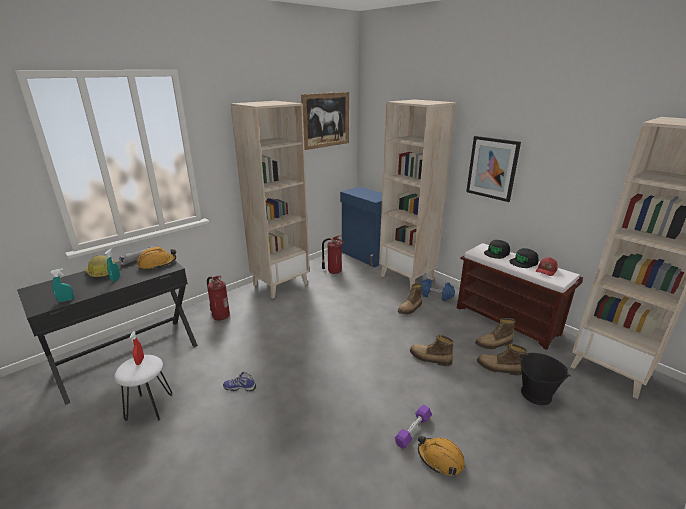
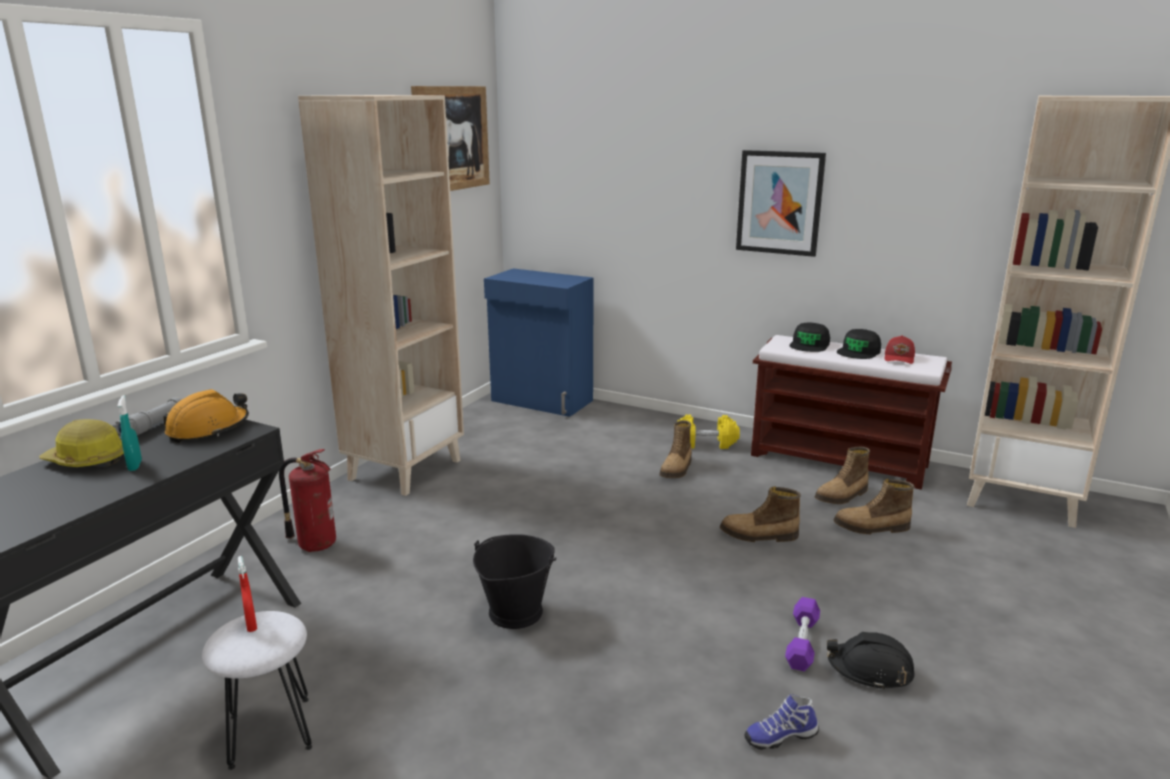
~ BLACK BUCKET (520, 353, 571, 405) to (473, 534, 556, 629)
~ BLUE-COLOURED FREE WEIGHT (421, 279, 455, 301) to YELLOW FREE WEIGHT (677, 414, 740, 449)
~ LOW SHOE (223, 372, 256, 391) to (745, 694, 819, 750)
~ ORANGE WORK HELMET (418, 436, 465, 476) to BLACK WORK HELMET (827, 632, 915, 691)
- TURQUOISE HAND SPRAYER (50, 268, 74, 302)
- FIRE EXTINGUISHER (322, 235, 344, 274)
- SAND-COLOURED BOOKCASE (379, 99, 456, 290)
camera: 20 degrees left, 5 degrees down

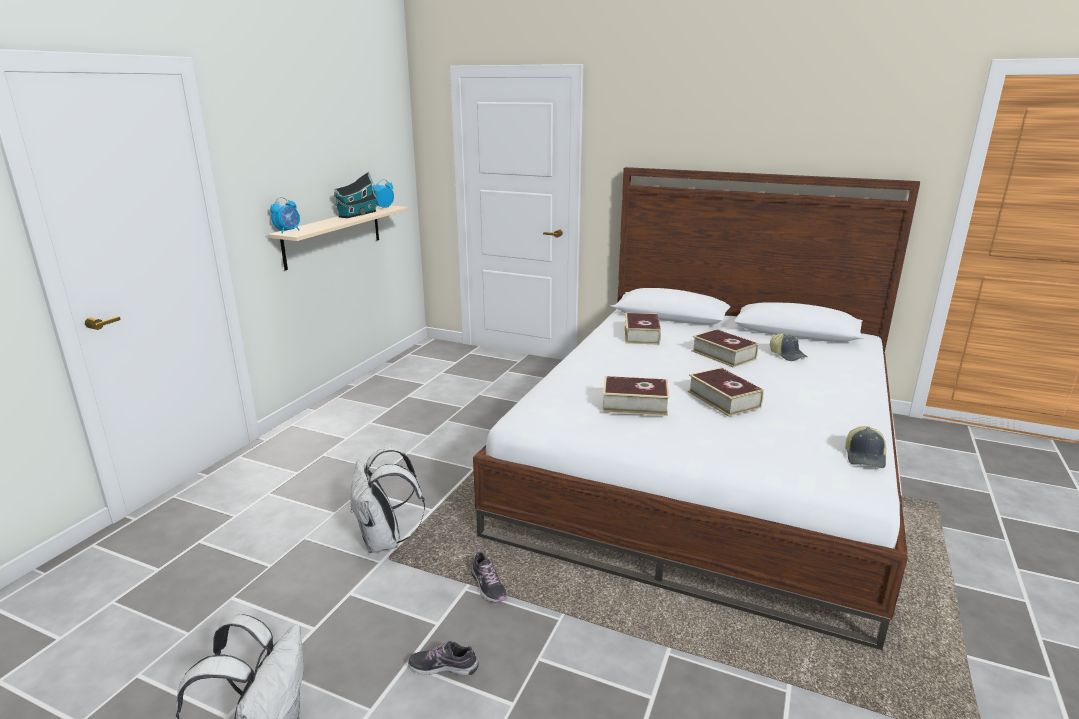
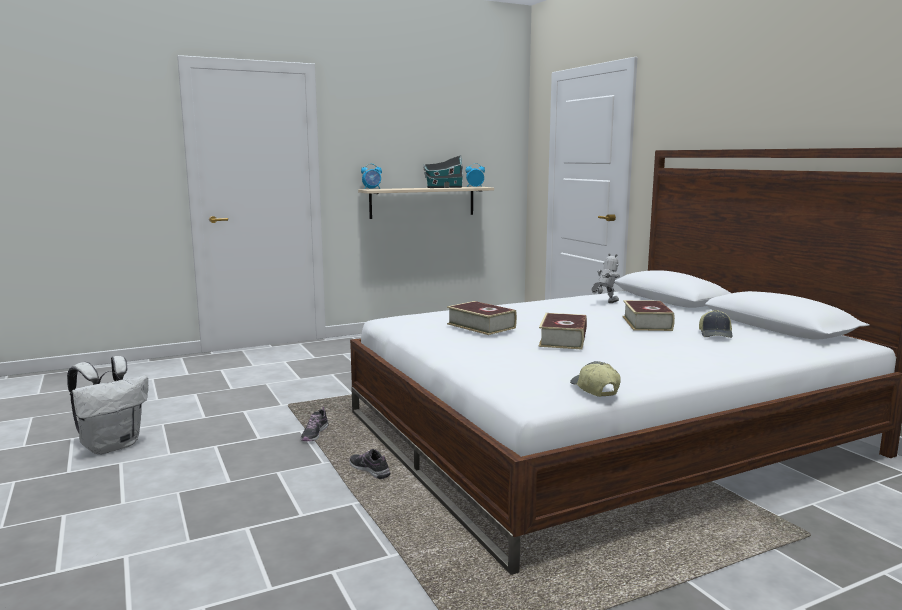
~ LOW SHOE (408, 641, 479, 675) to (349, 449, 390, 479)
~ BASEBALL CAP (845, 426, 886, 468) = (570, 361, 621, 397) 105 degrees clockwise
~ BOUND BOOK (625, 312, 661, 345) to ROBOT FIGURE (591, 253, 620, 303)
- WHITE-COLOURED BACKPACK (350, 447, 425, 553)
camera: 40 degrees right, 10 degrees down

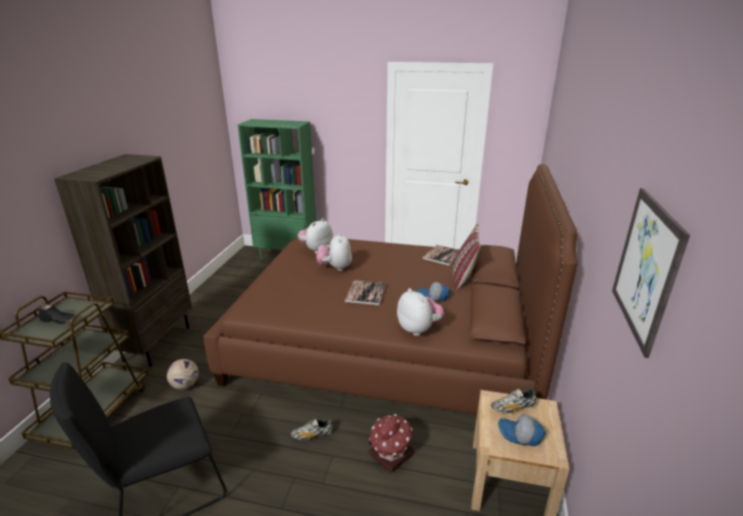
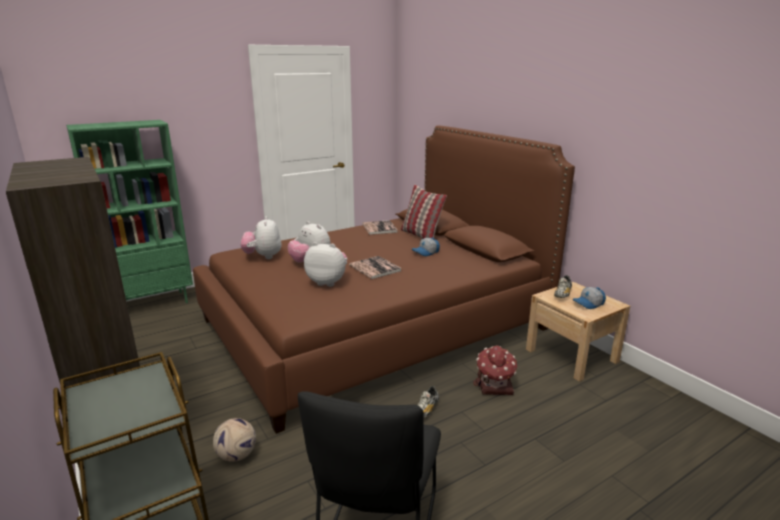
~ PLUSH TOY (397, 288, 444, 336) to (304, 242, 347, 287)
- BLACK LOW SHOE (38, 304, 77, 324)
- WALL PICTURE (612, 188, 690, 358)
camera: 45 degrees left, 5 degrees down

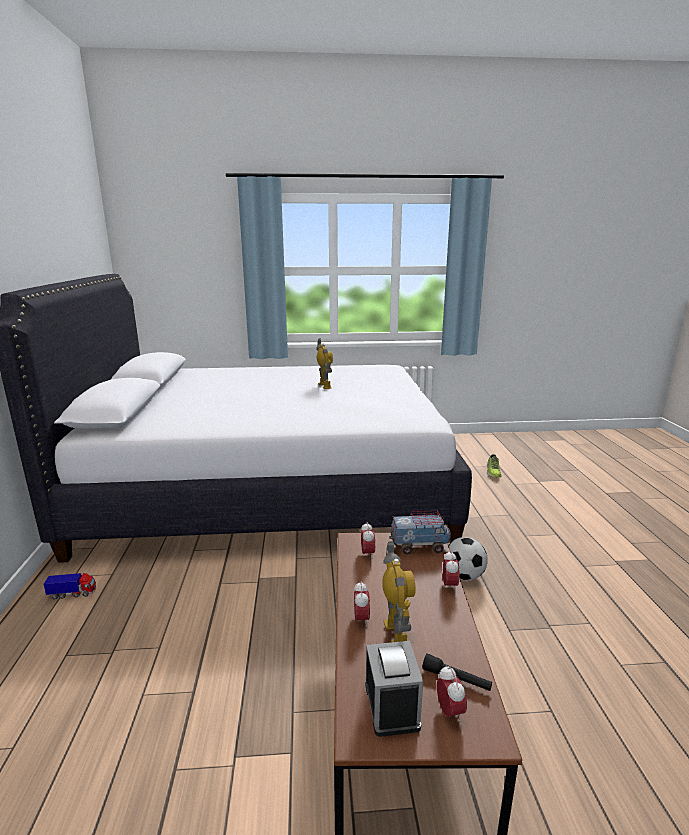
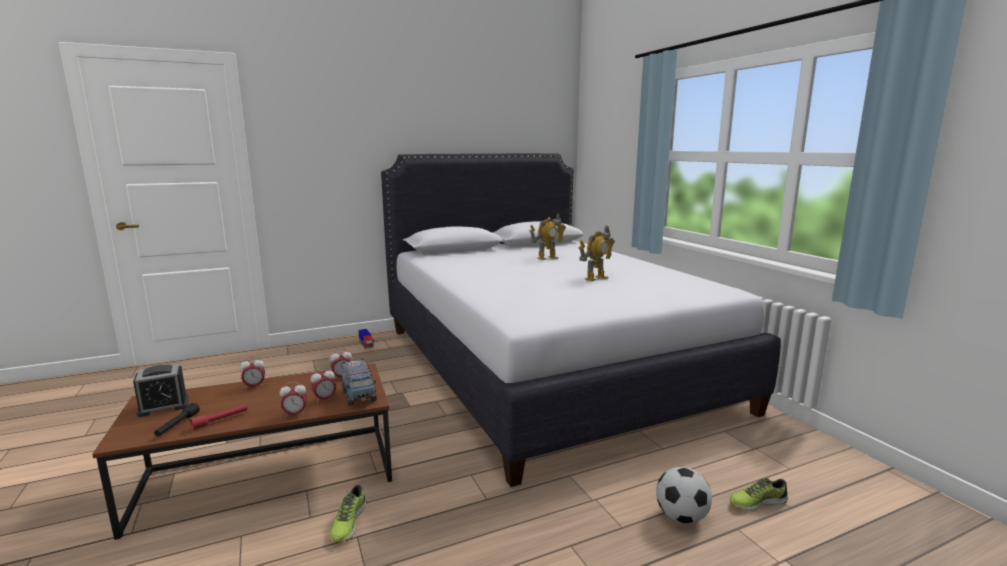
+ RED-COLOURED FLASHLIGHT (190, 404, 247, 430)
~ BEDSIDE CLOCK (437, 665, 467, 722) to (311, 368, 336, 403)
+ LOW SHOE (329, 485, 366, 542)
~ ROBOT FIGURE (382, 541, 416, 642) to (529, 214, 566, 260)
~ BALL FOR FOOTBALL (448, 537, 488, 580) to (656, 467, 712, 524)
camera: 70 degrees right, 5 degrees down

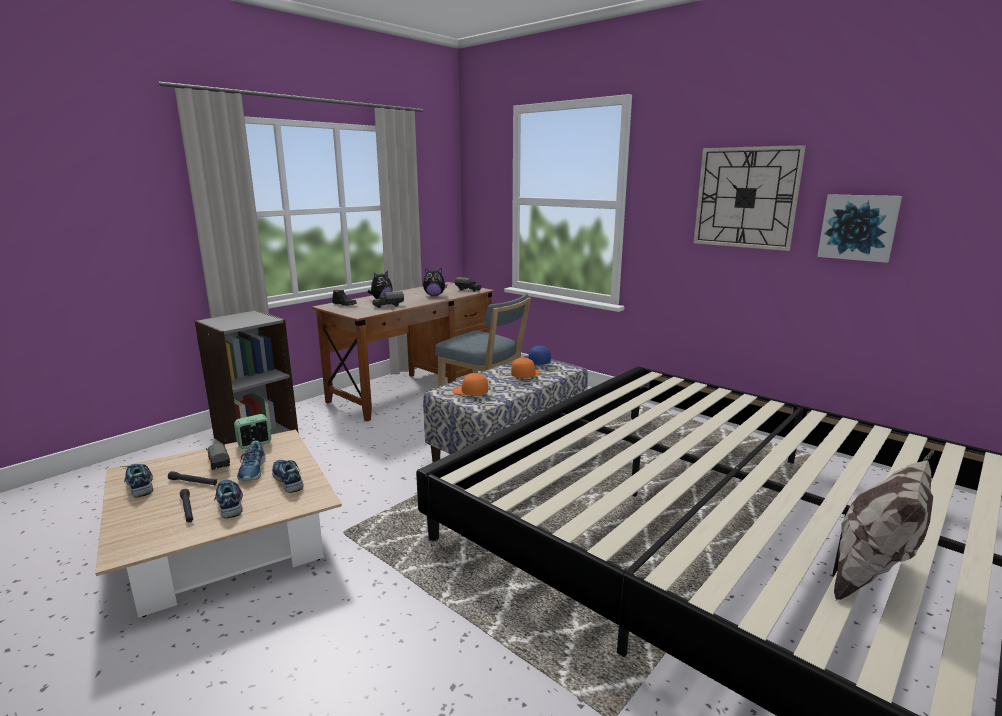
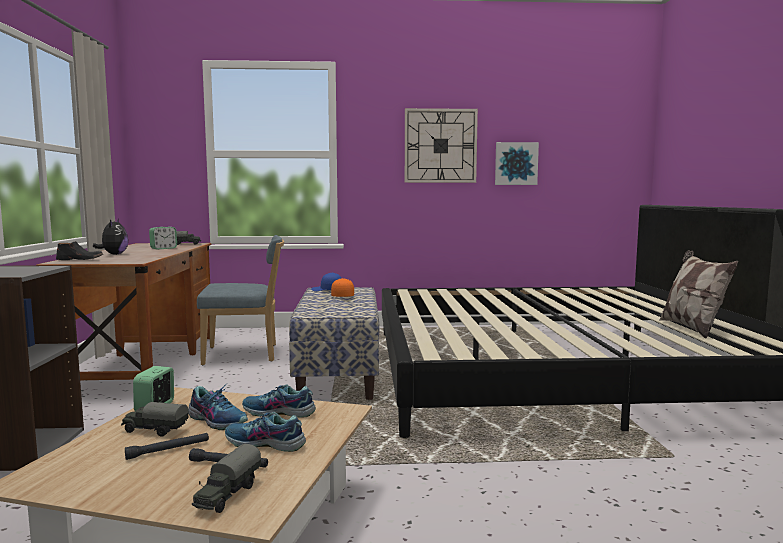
~ PLUSH TOY (423, 268, 447, 296) to BEDSIDE CLOCK (149, 227, 177, 249)
~ TOY TRUCK (372, 291, 404, 308) to (192, 444, 261, 513)
- LOW SHOE (120, 464, 153, 498)
- ORANGE BASEBALL CAP (452, 373, 488, 396)
camera: 45 degrees left, 10 degrees down

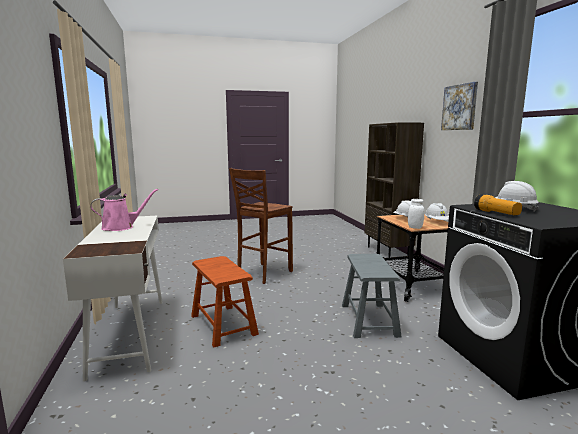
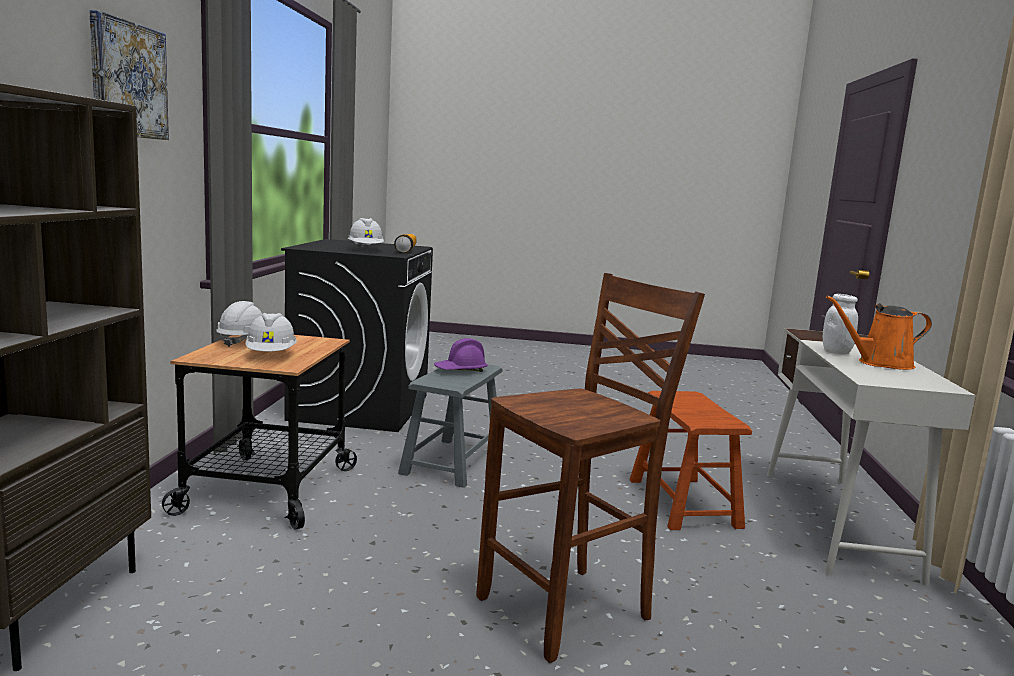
+ PURPLISH WORK HELMET (434, 338, 488, 372)
~ WHITE-COLOURED JAR (408, 199, 425, 229) to (823, 294, 858, 355)
~ PINK-COLOURED WATERING POT (90, 189, 158, 231) to ORANGE WATERING POT (826, 296, 932, 370)
camera: 160 degrees left, 0 degrees up

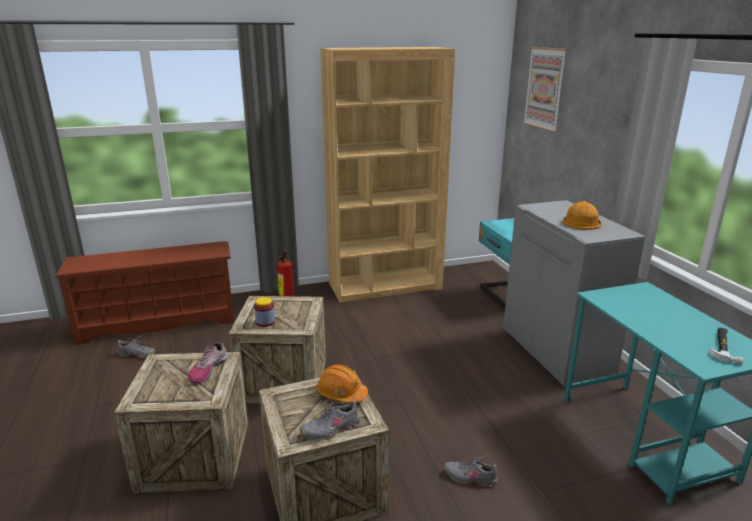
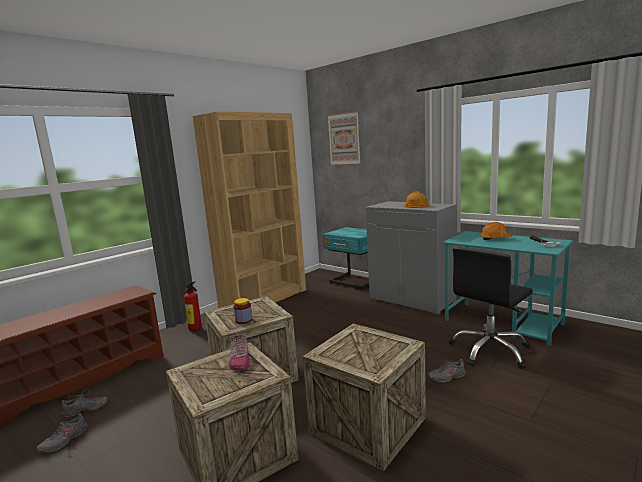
~ GREY LOW SHOE (300, 401, 360, 441) to (36, 413, 88, 453)
+ BLACK DESK CHAIR (449, 247, 533, 369)
~ ORANGE WORK HELMET (316, 364, 368, 403) to (480, 222, 512, 240)
camera: 30 degrees left, 10 degrees down

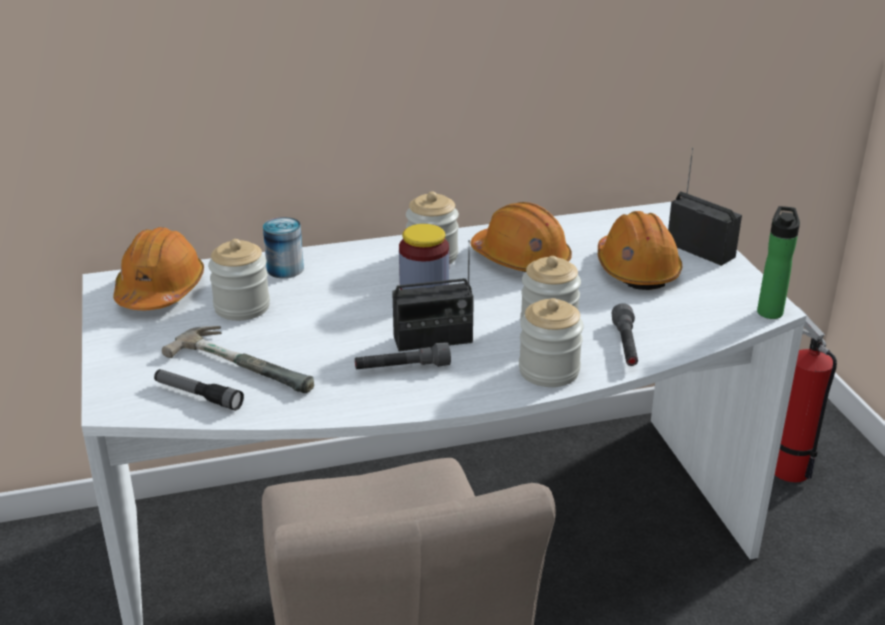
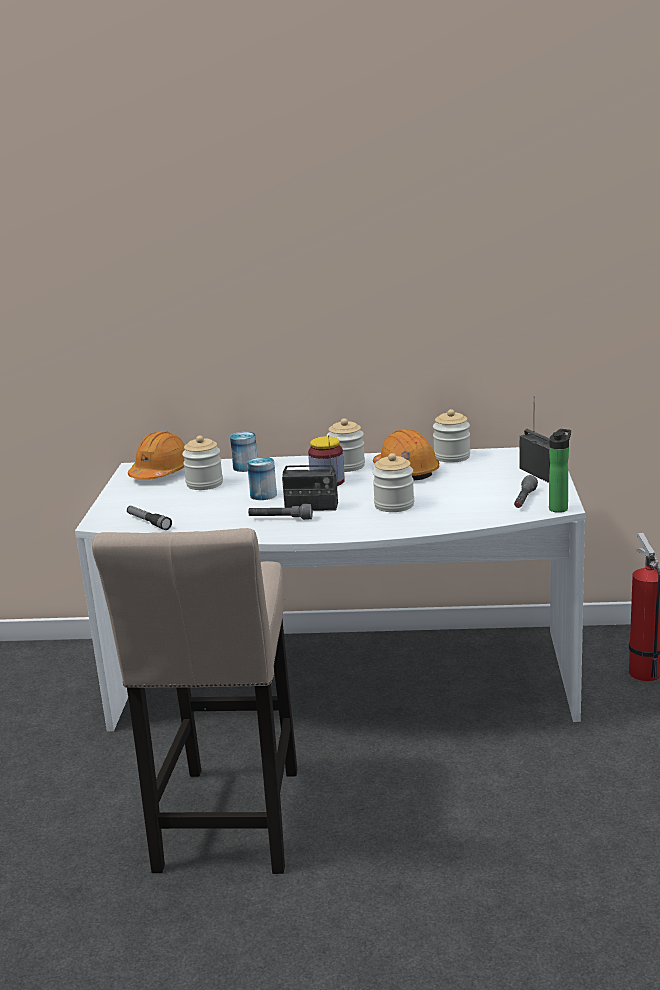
+ CAN (247, 457, 277, 500)
~ JAR (519, 298, 584, 387) to (433, 409, 470, 463)
~ GREY FLASHLIGHT (612, 303, 638, 366) to (514, 475, 538, 508)
- TOOL HAMMER (162, 326, 314, 393)
- ORANGE WORK HELMET (598, 211, 683, 290)
camera: 20 degrees right, 10 degrees down

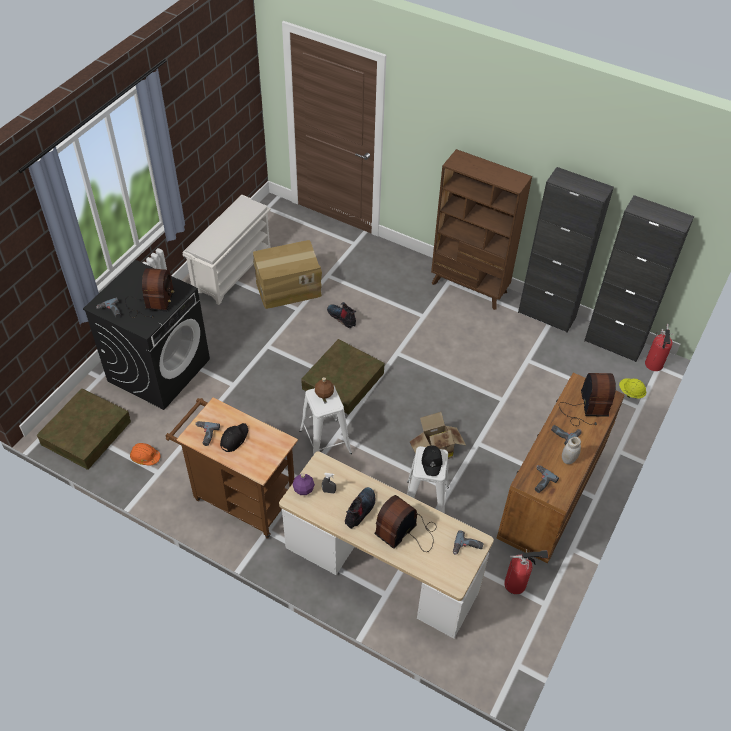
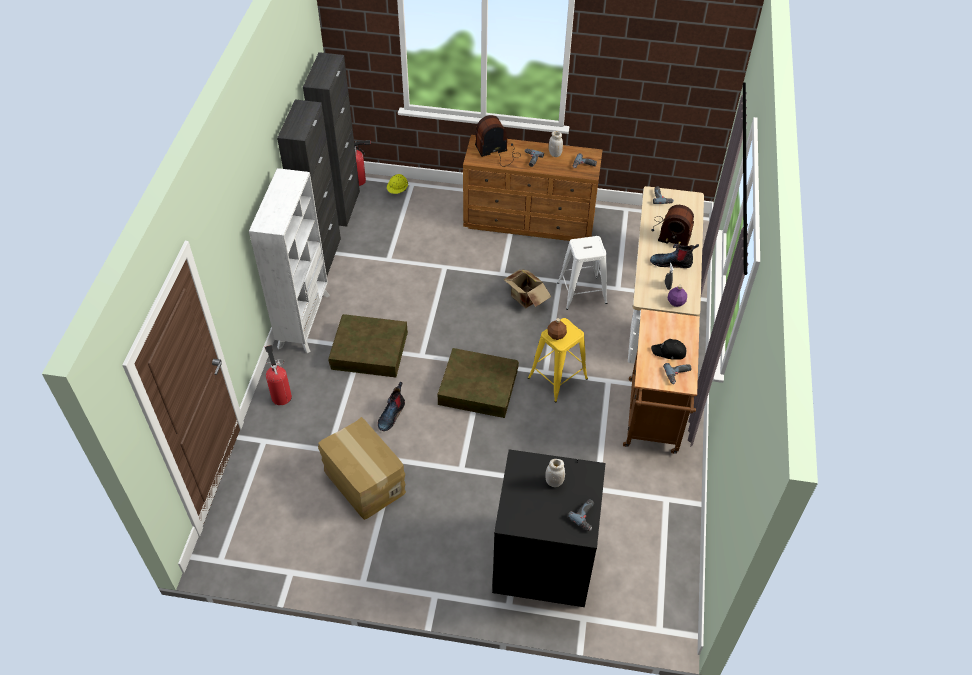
~ BROWN-COLOURED BOOKCASE (431, 149, 532, 310) to WHITE-COLOURED BOOKCASE (249, 168, 330, 353)
~ FIRE EXTINGUISHER (504, 549, 548, 594) to (265, 345, 292, 405)
~ BROWN-COLOURED STORAGE BIN (37, 389, 131, 470) to (328, 314, 408, 377)
~ WHITE-COLOURED SITTING STOOL (299, 386, 352, 455) to YELLOW SITTING STOOL (528, 318, 588, 403)
~ RADIO (125, 268, 174, 318) to WHITE-COLOURED JAR (545, 459, 565, 487)
- ORANGE WORK HELMET (130, 443, 160, 466)
- WHITE-COLOURED SHOE RACK (182, 195, 271, 305)
- BLACK BASEBALL CAP (422, 445, 443, 476)
camera: 110 degrees left, 0 degrees up

